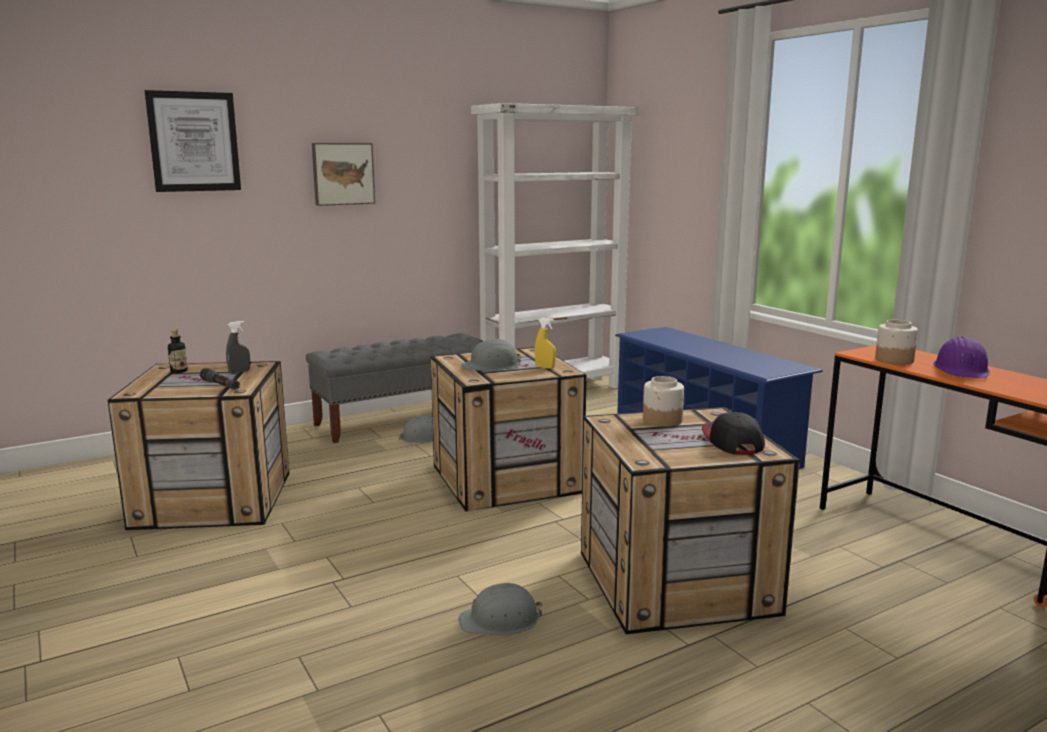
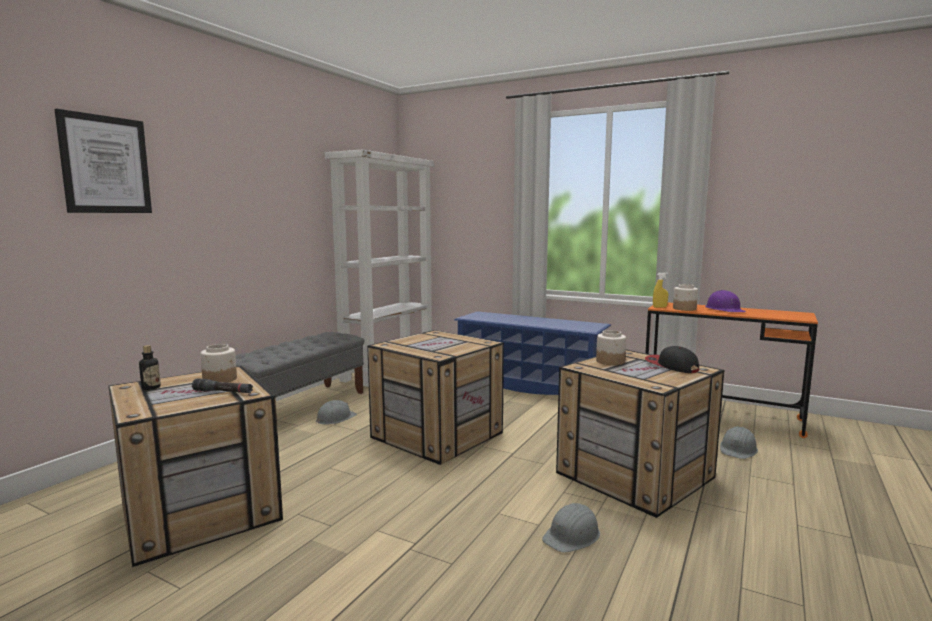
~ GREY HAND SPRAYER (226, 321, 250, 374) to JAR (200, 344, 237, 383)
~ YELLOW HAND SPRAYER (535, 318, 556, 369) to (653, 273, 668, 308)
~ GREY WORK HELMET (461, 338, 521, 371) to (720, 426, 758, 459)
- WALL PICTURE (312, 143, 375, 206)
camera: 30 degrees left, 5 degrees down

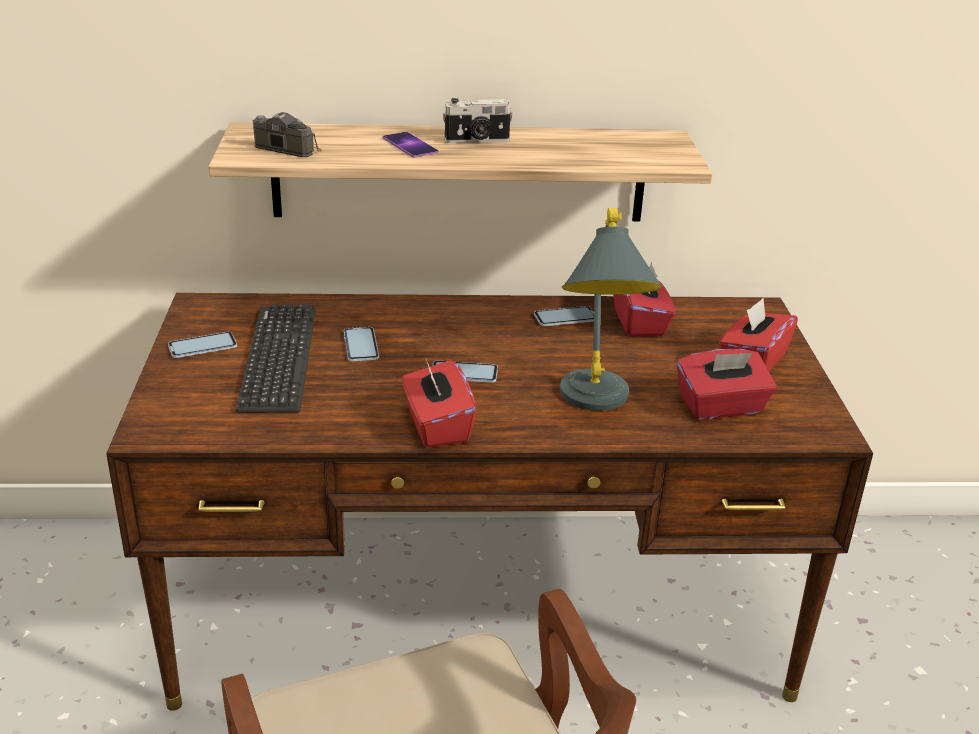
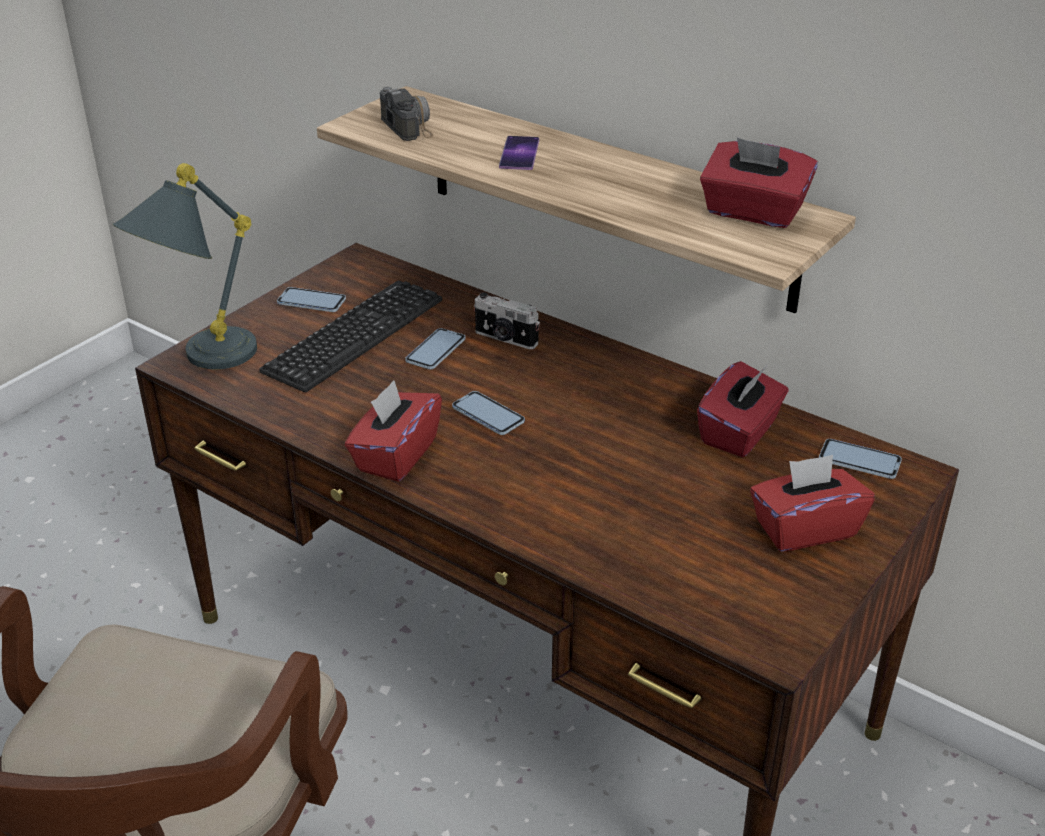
~ GREY LAMP FOR A TABLE (560, 208, 663, 411) to (112, 163, 257, 369)
~ PHOTO CAMERA (443, 98, 513, 143) to (474, 293, 540, 349)
~ RED-COLOURED TISSUE HOLDER (677, 349, 777, 420) to (700, 137, 818, 228)
~ HANDSET (534, 306, 594, 326) to (819, 439, 902, 479)
camera: 40 degrees right, 5 degrees up

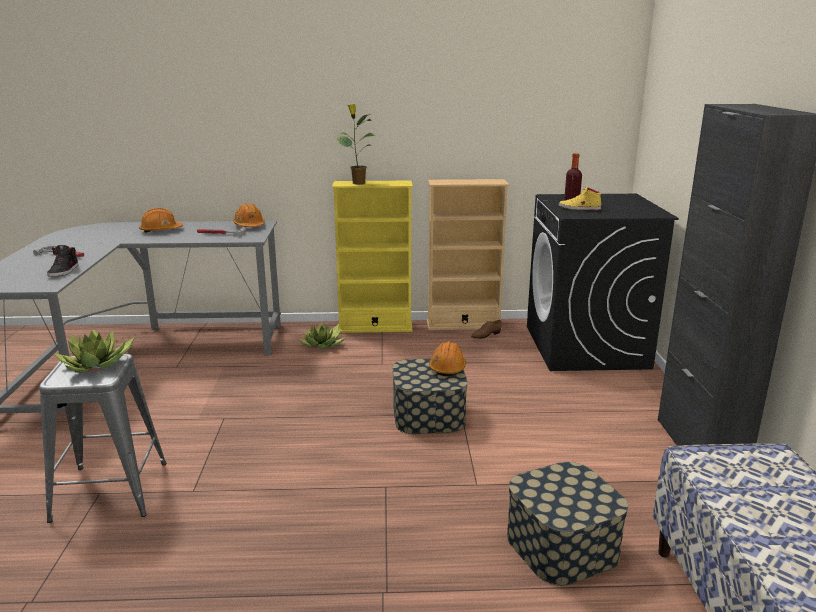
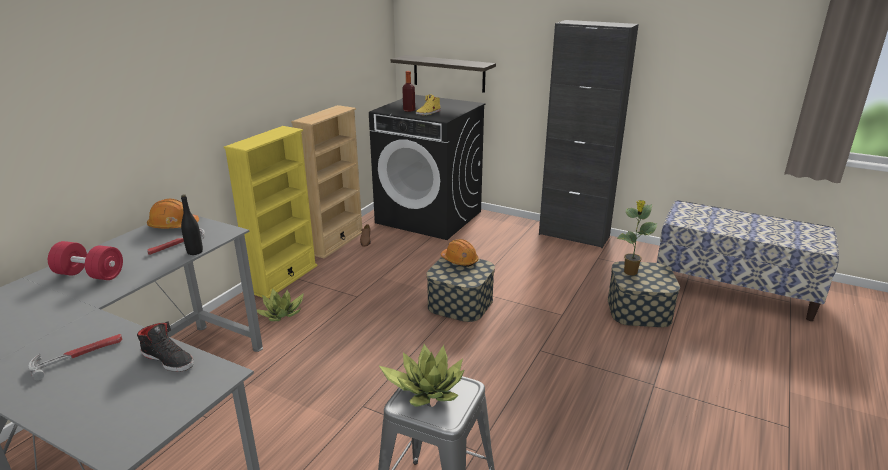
~ ORANGE WORK HELMET (139, 208, 183, 233) to RED-COLOURED FREE WEIGHT (48, 241, 123, 280)
+ BLACK DRINK BOTTLE (181, 194, 203, 255)
+ SHELF (391, 55, 496, 93)
~ PLANT IN A POT (336, 104, 375, 185) to (617, 200, 657, 276)
camera: 60 degrees left, 5 degrees up

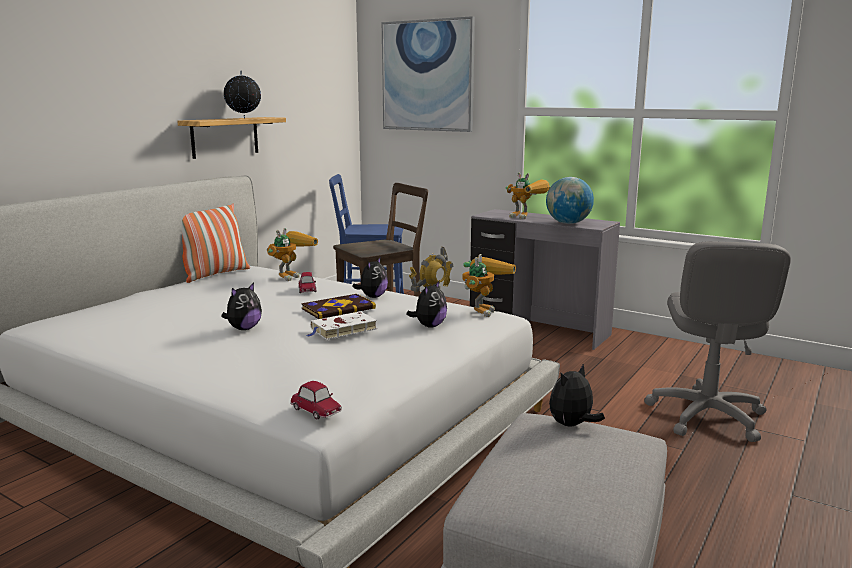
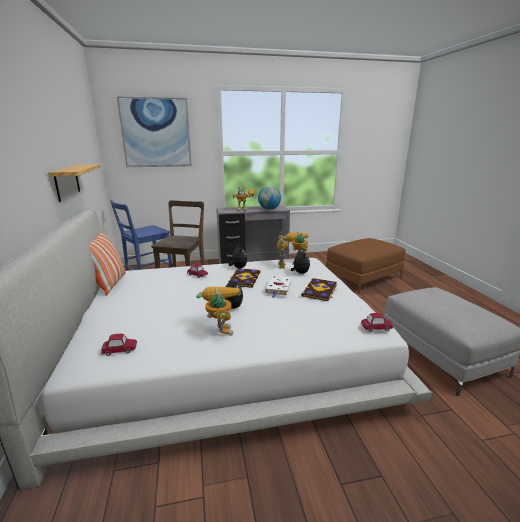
+ MODEL CAR (101, 334, 137, 356)
~ ROBOT FIGURE (267, 228, 318, 281) to (196, 287, 239, 336)
+ BOUND BOOK (301, 278, 337, 301)
~ GREY DESK CHAIR (644, 241, 791, 442) to BROWN-COLOURED FOOTREST (326, 238, 406, 294)
- DESK GLOBE (224, 71, 261, 119)
- PLUSH TOY (549, 364, 605, 427)
camera: 45 degrees left, 5 degrees up

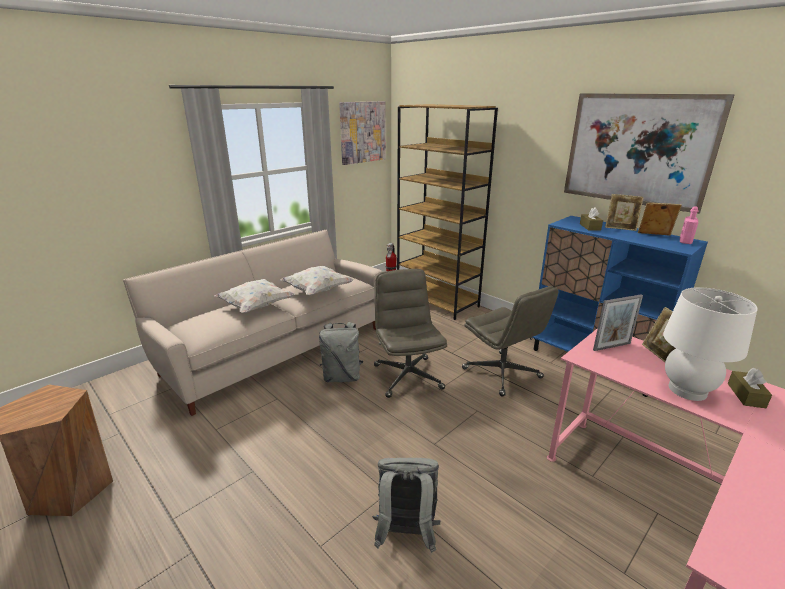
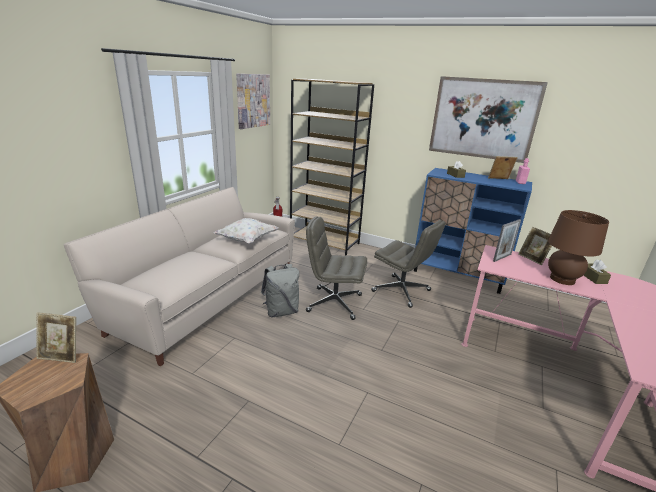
~ PICTURE FRAME (605, 194, 644, 231) to (36, 312, 76, 363)
~ GREY DESK CHAIR (374, 269, 447, 398) = (306, 216, 367, 320) 45 degrees counterclockwise
~ WHITE-COLOURED LAMP FOR A TABLE (663, 287, 758, 401) to BROWN-COLOURED LAMP FOR A TABLE (548, 210, 609, 285)
- WHITE-COLOURED CUSHION (215, 279, 295, 313)
- GREY BACKPACK (372, 458, 440, 553)
camera: 20 degrees left, 0 degrees up

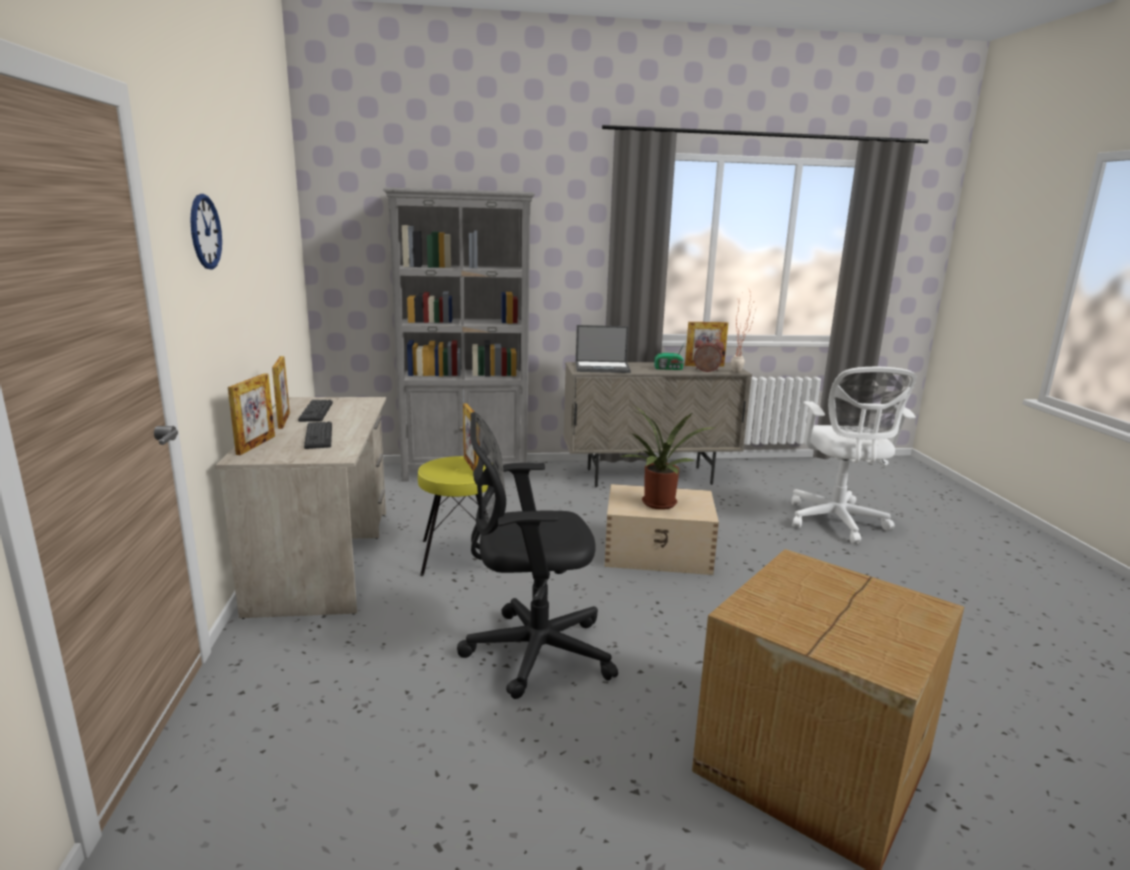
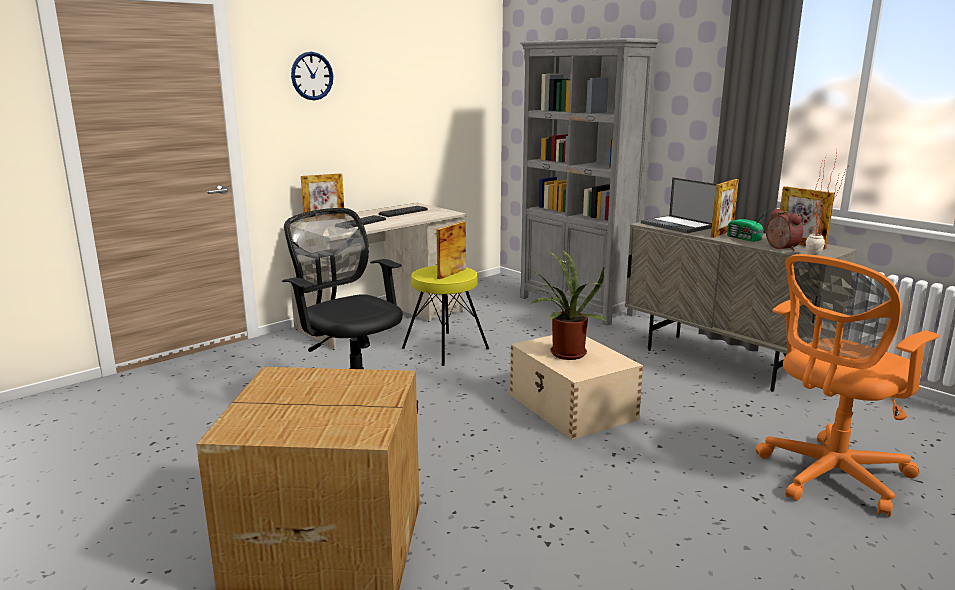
~ PICTURE FRAME (272, 356, 290, 429) to (711, 179, 739, 238)
~ WHITE-COLOURED DESK CHAIR (791, 367, 917, 544) to ORANGE DESK CHAIR (755, 254, 939, 517)
camera: 55 degrees right, 0 degrees up

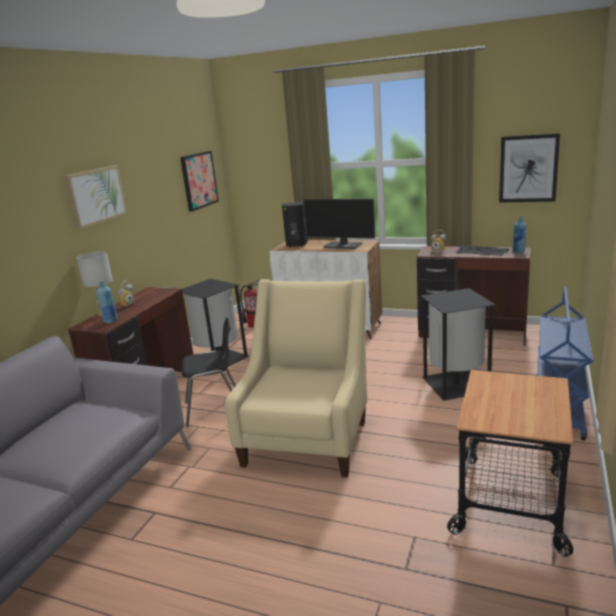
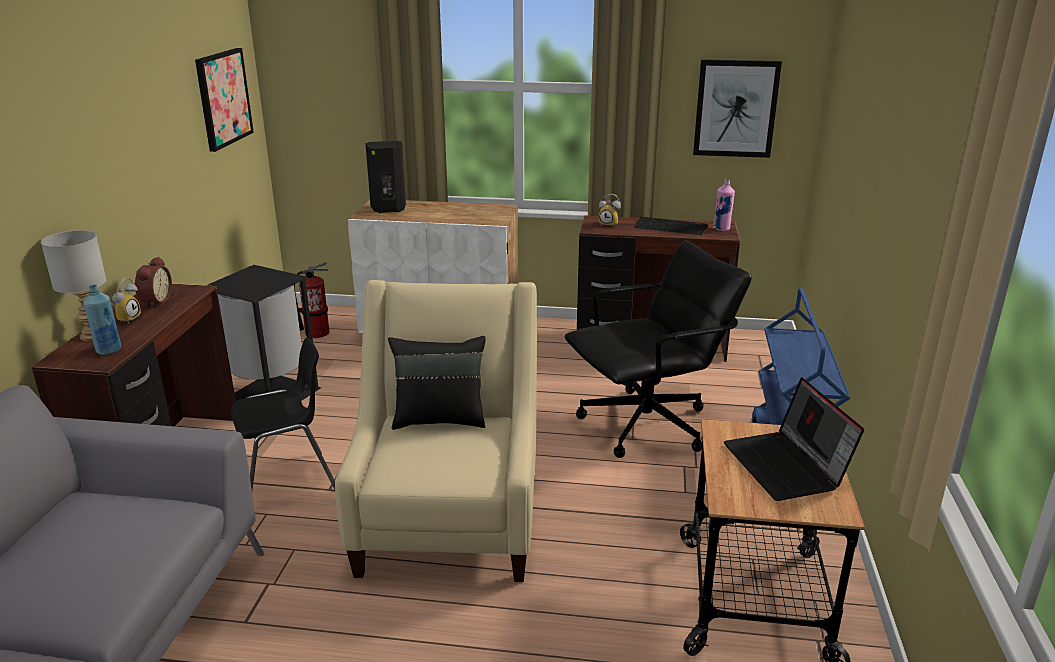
+ BEDSIDE CLOCK (135, 257, 172, 308)
+ BLACK CUSHION (388, 336, 486, 430)
~ BLACK WASTE BIN (421, 288, 496, 401) to BLACK DESK CHAIR (565, 240, 752, 458)
~ BLUE-COLOURED DRINK BOTTLE (512, 217, 527, 253) to PINK-COLOURED DRINK BOTTLE (713, 180, 735, 231)
+ NOTEBOOK COMPUTER (724, 377, 864, 501)
- WALL PICTURE (64, 165, 128, 229)
- COMPUTER DISPLAY (303, 199, 375, 249)
camera: 15 degrees left, 5 degrees up

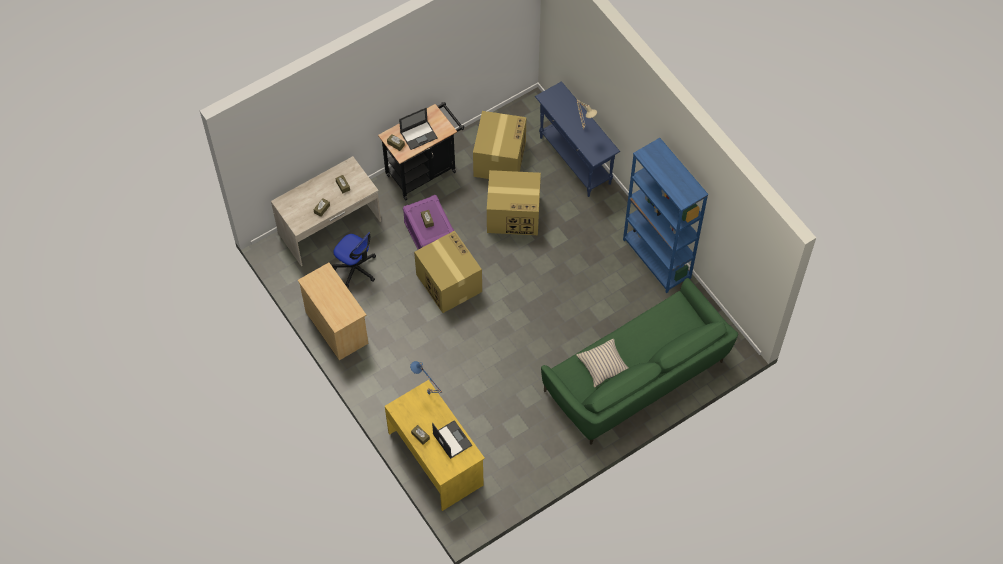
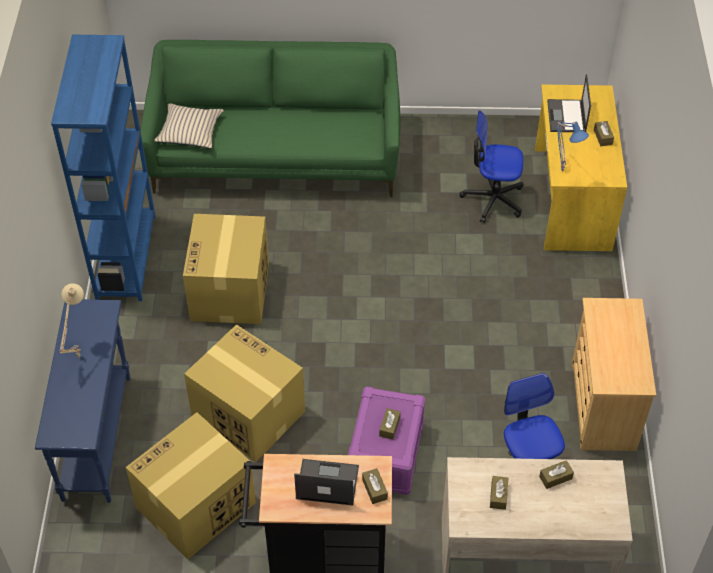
~ SAND-COLOURED CUSHION (576, 339, 629, 388) to (154, 103, 224, 149)
~ CARDBOARD BOX (414, 230, 482, 313) to (183, 214, 269, 324)
+ DESK CHAIR (459, 110, 523, 223)
camera: 145 degrees left, 10 degrees down

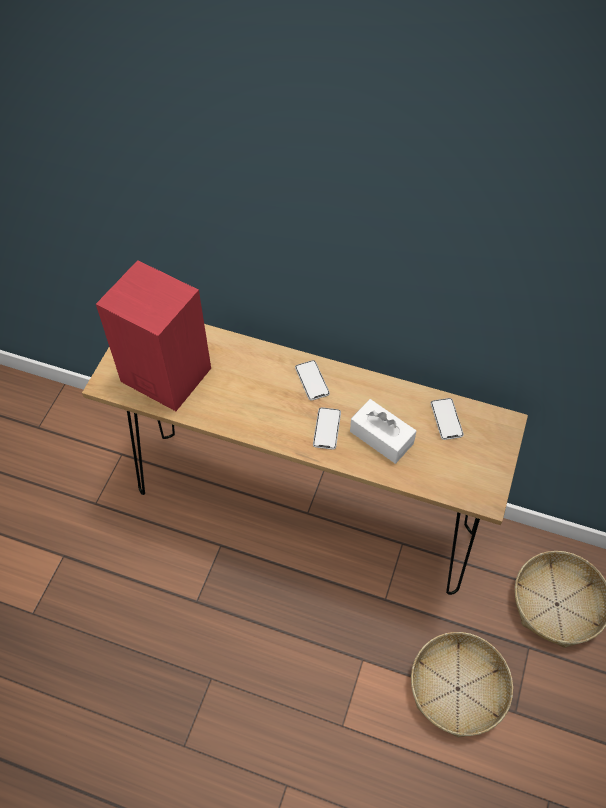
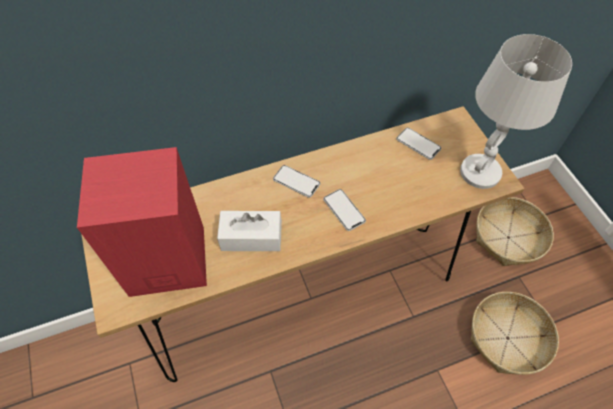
~ WHITE-COLOURED TISSUE HOLDER (350, 399, 416, 464) to (217, 211, 282, 251)
+ WHITE-COLOURED LAMP FOR A TABLE (460, 34, 572, 189)
camera: 40 degrees left, 0 degrees up

